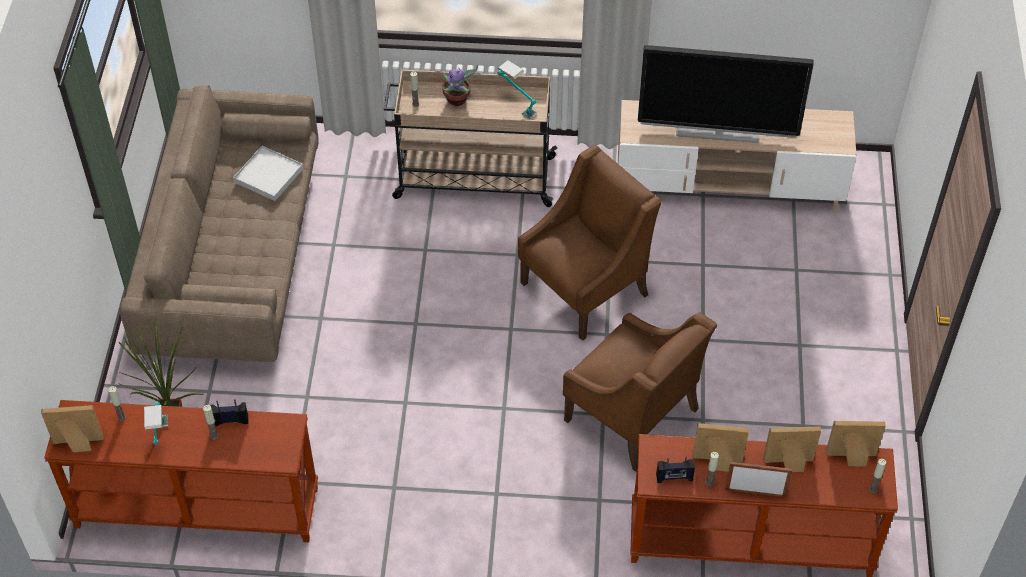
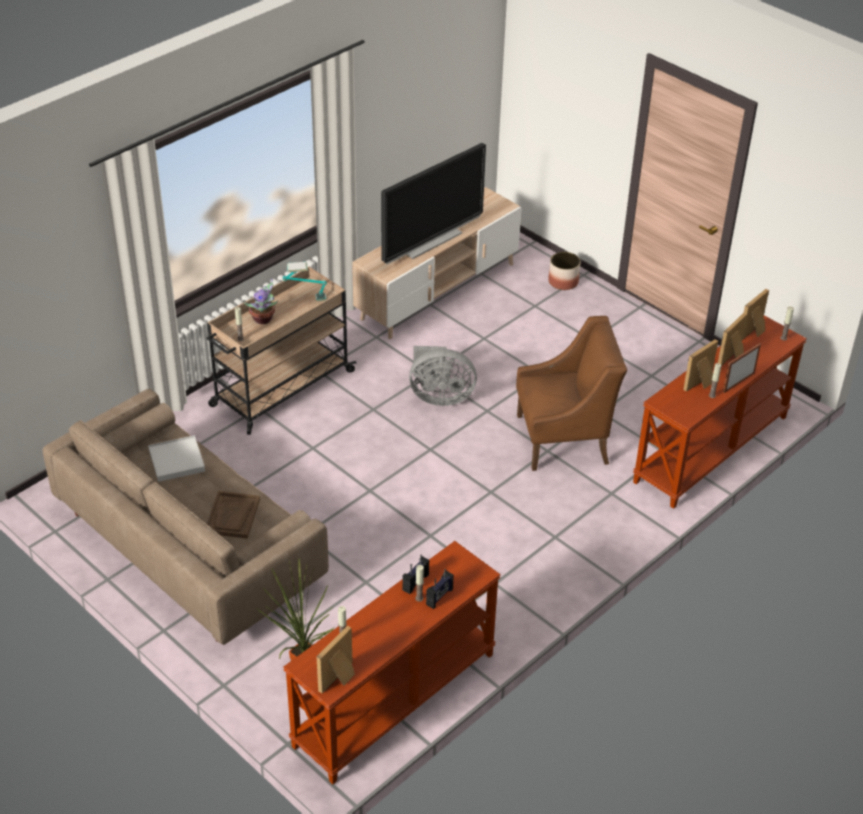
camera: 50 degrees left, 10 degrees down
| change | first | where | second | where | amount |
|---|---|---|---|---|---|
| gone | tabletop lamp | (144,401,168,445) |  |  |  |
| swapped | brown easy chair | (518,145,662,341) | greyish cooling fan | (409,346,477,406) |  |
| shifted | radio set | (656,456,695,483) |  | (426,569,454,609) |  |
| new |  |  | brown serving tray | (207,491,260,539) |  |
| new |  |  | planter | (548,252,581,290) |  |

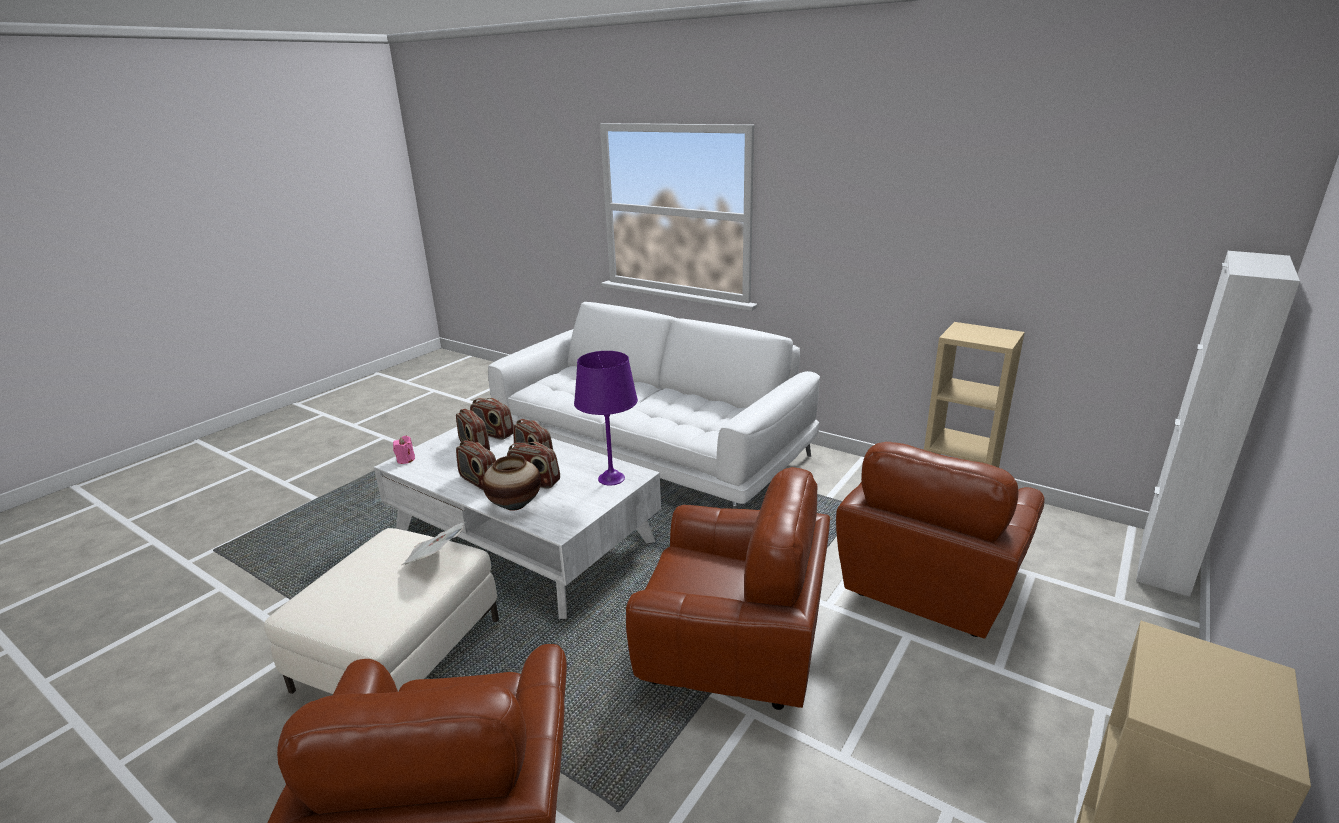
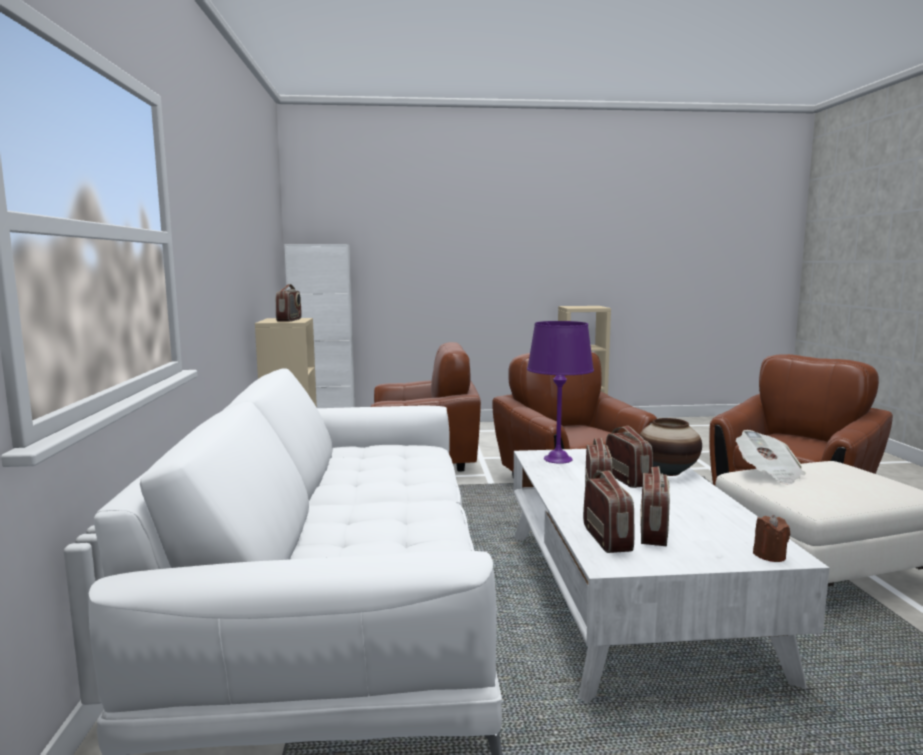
camera: 130 degrees left, 15 degrees down
| change | first | where | second | where | amount |
|---|---|---|---|---|---|
| repainted | pink-coloured candle | (393,436,415,464) | brown candle | (753,515,790,562) |  |
| shifted | radio set | (456,440,496,491) |  | (276,284,302,322) |  |

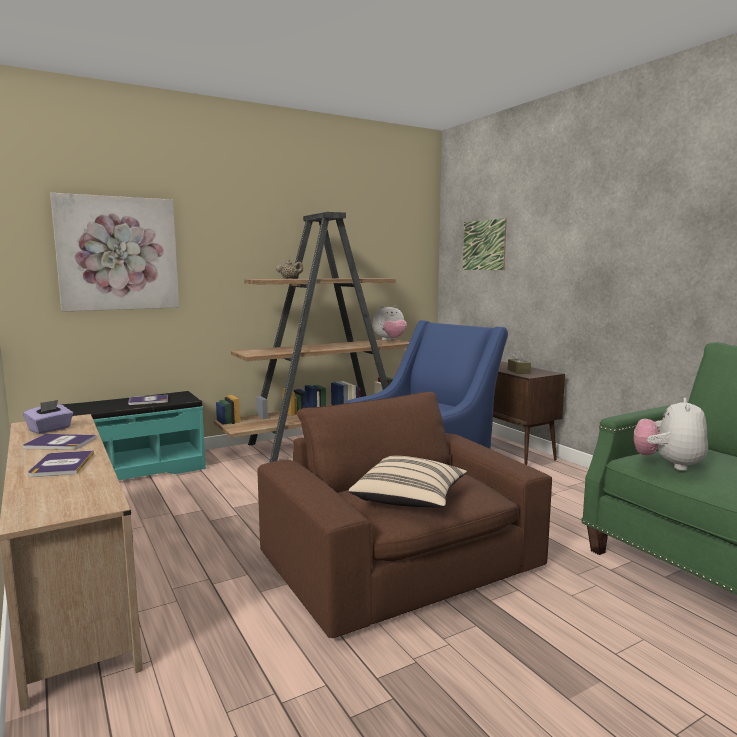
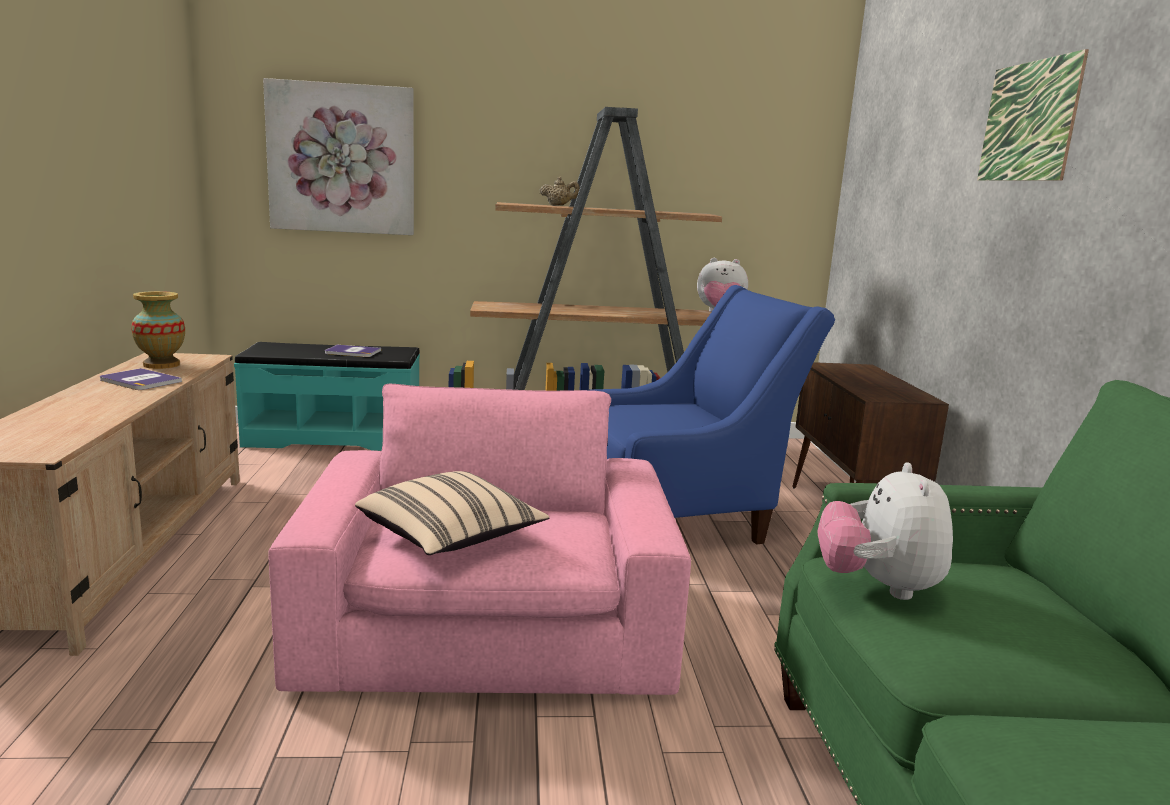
camera: 25 degrees right, 5 degrees up
| change | first | where | second | where | amount |
|---|---|---|---|---|---|
| swapped | purple-coloured tissue holder | (23,400,73,434) | flower vase | (131,291,185,369) |  |
| gone | book | (28,450,94,477) |  |  |  |
| repainted | brown easy chair | (257,392,552,638) | pink-coloured easy chair | (268,384,691,695) |  |
| shifted | wall art | (463,218,507,270) |  | (977,49,1089,181) |  |
| gone | brown tissue holder | (508,350,531,374) |  |  |  |
| rotated | plush toy | (634,398,708,471) |  | (818,462,953,600) | 45 degrees counterclockwise |

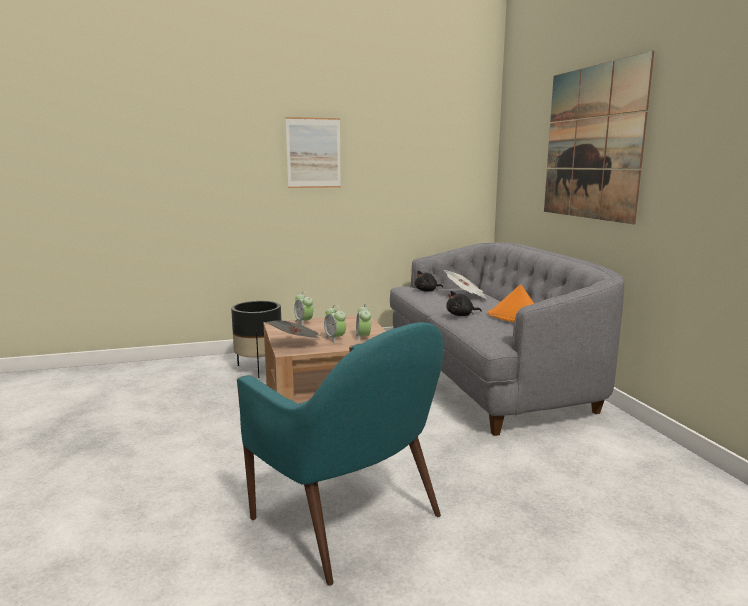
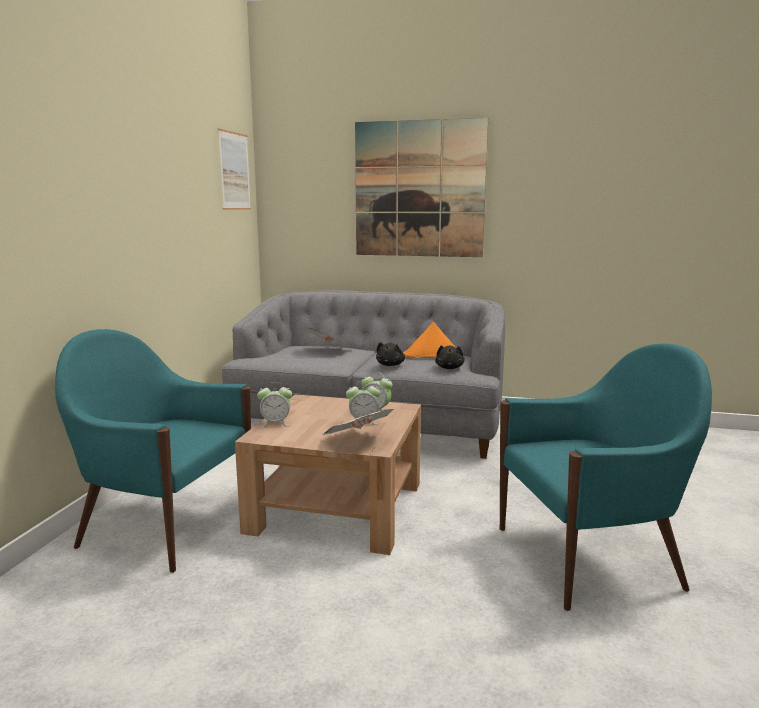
camera: 60 degrees left, 0 degrees up
| change | first | where | second | where | amount |
|---|---|---|---|---|---|
| swapped | blackish planter | (231,301,281,378) | turquoise-coloured easy chair | (55,329,251,573) |  |
| shifted | wall art | (286,117,341,188) |  | (218,128,251,210) |  |
| shifted | blackish plush toy | (415,271,443,291) |  | (435,345,465,369) |  |

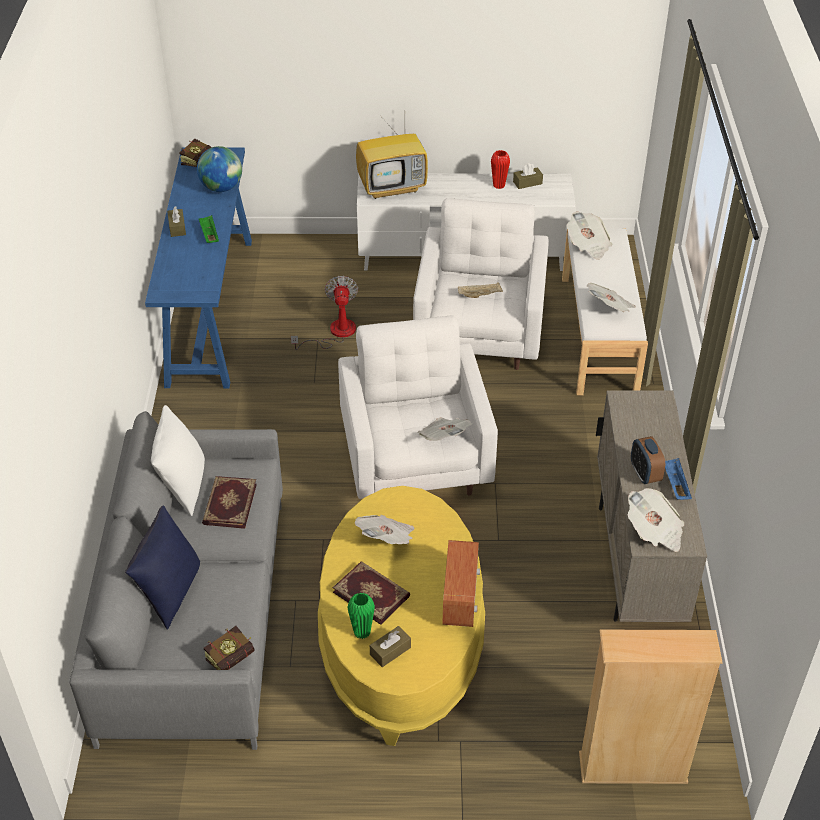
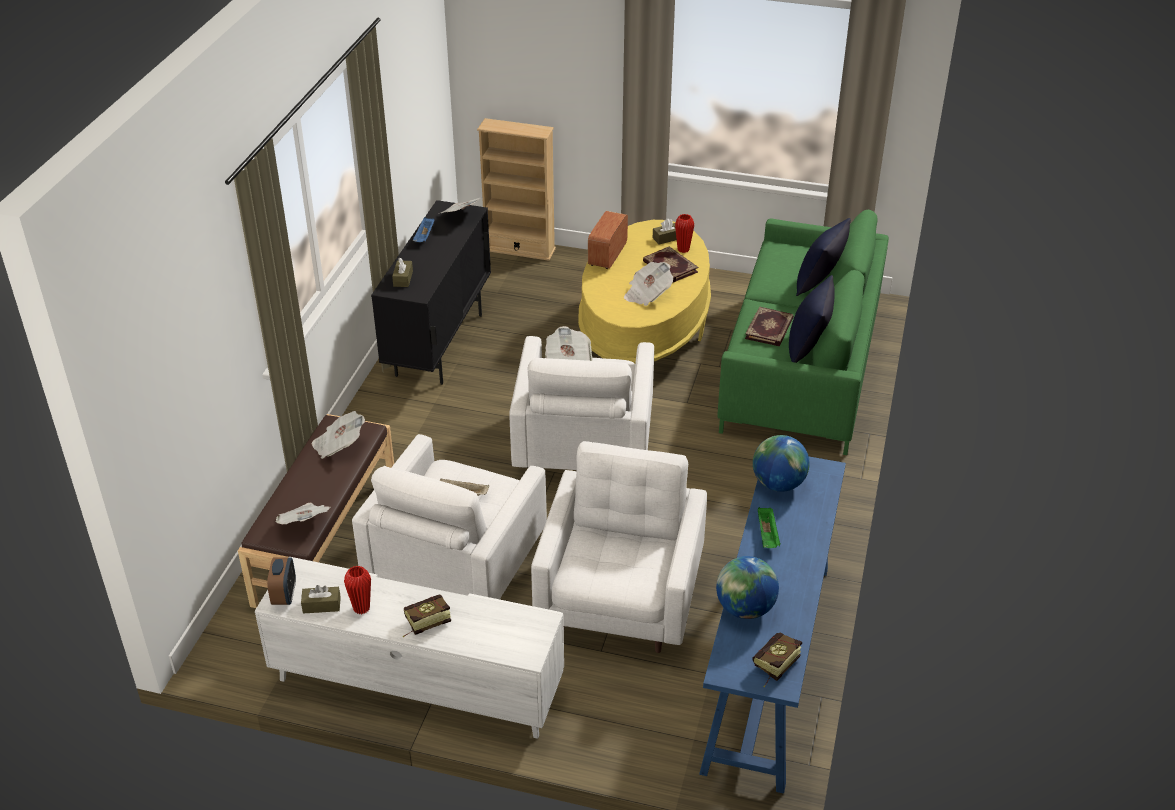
camera: 165 degrees left, 5 degrees down
| change | first | where | second | where | amount |
|---|---|---|---|---|---|
| repainted | greyish settee | (69,411,283,750) | green settee | (717,210,889,455) |  |
| repainted | white-coloured throw pillow | (151,405,205,516) | bluish throw pillow | (789,275,835,363) |  |
| shifted | brown tissue holder | (167,207,186,237) |  | (392,258,413,287) |  |
| shifted | book | (204,626,255,670) |  | (403,595,451,637) |  |
| swapped | cooling fan | (291,276,358,350) | white-coloured easy chair | (531,441,707,653) |  |
| repainted | green flower vase | (347,592,375,639) | red flower vase | (675,214,694,253) |  |
| gone | TV | (356,113,428,199) |  |  |  |
| repainted | white-coloured bench | (562,228,648,395) | brown bench | (238,414,394,608) |  |
| repainted | beige-coloured storage cabinet | (596,390,707,622) | blackish storage cabinet | (371,200,491,385) |  |
| shifted | bedside clock | (631,436,665,484) |  | (267,557,296,605) |  |
| new |  |  | desk globe | (753,435,810,492) |  |

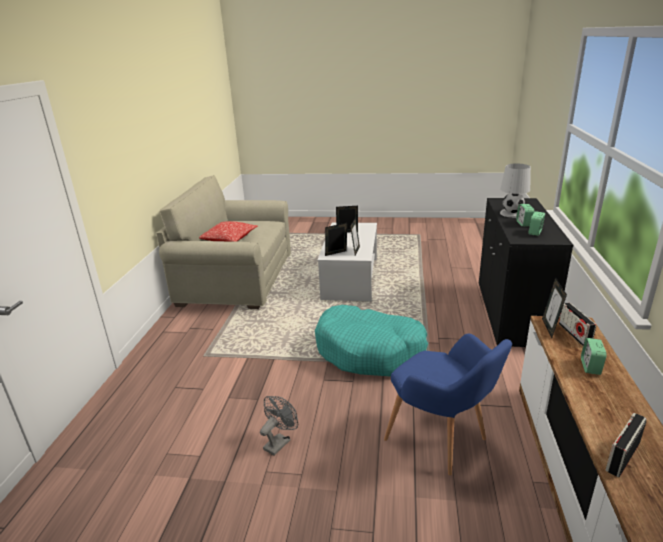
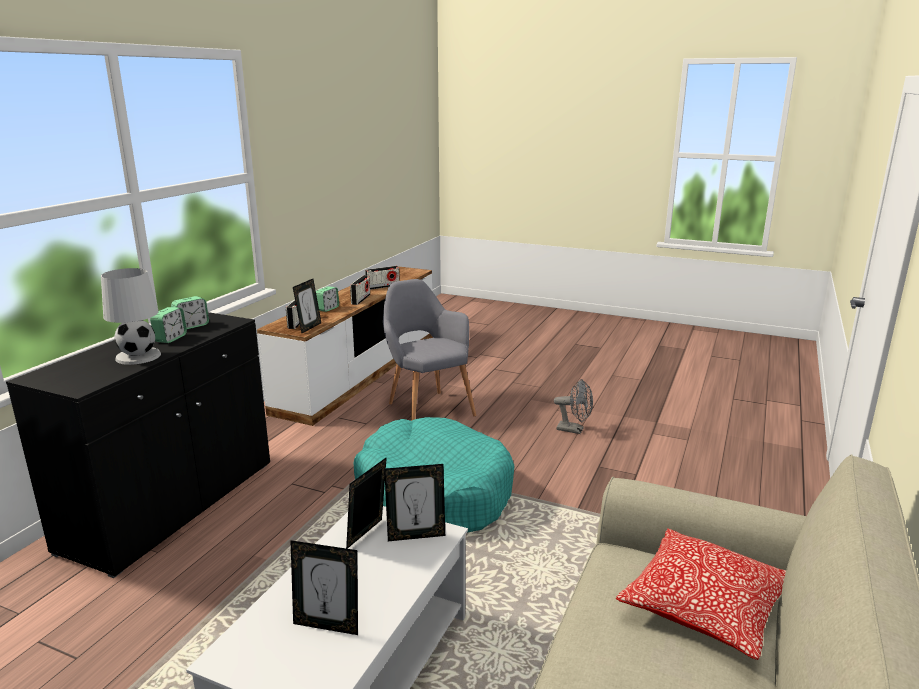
camera: 165 degrees left, 5 degrees down
| change | first | where | second | where | amount |
|---|---|---|---|---|---|
| rotated | greyish cooling fan | (260,396,298,456) |  | (554,379,593,434) | 120 degrees counterclockwise |
| repainted | bluish easy chair | (384,334,512,476) | greyish easy chair | (383,279,476,421) |  |
| new |  |  | radio set | (350,275,370,305) |  |

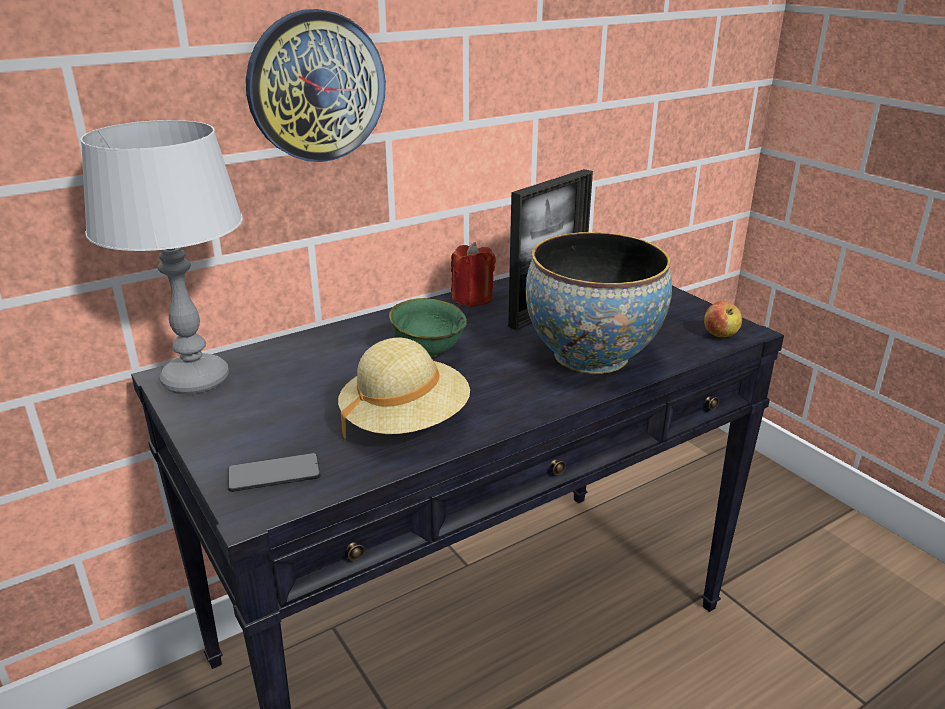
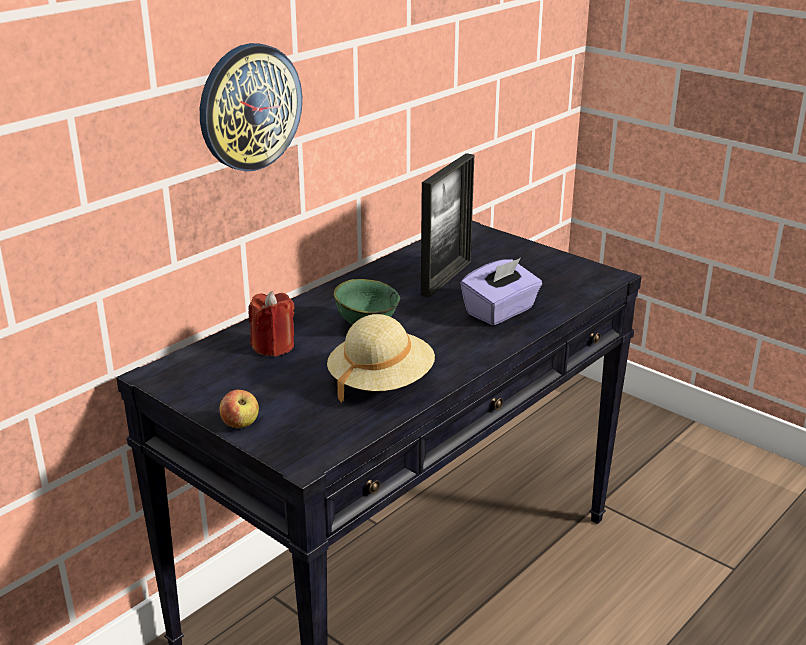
camera: 15 degrees left, 0 degrees up
| change | first | where | second | where | amount |
|---|---|---|---|---|---|
| gone | greyish tabletop lamp | (80,120,243,394) |  |  |  |
| gone | telephone | (228,453,321,492) |  |  |  |
| shifted | red candle | (451,242,496,307) |  | (248,291,294,357) |  |
| swapped | serving bowl | (526,232,672,374) | purple-coloured tissue holder | (460,258,542,325) |  |
| shifted | whole apple | (704,301,742,337) |  | (220,390,259,428) |  |

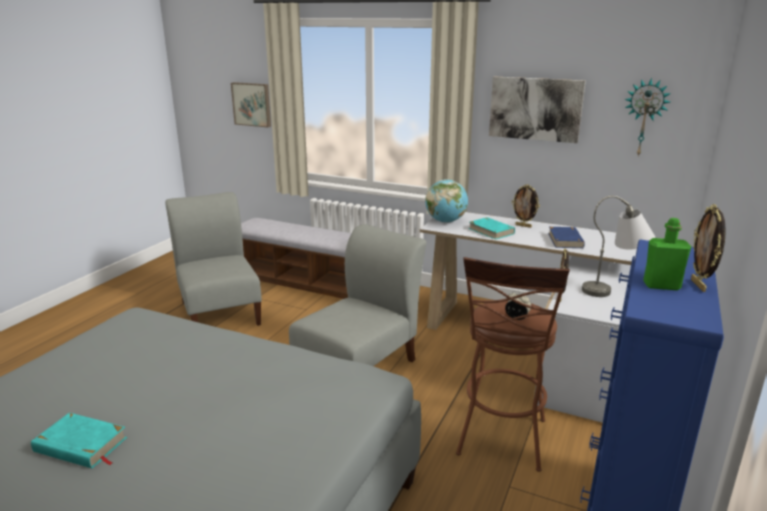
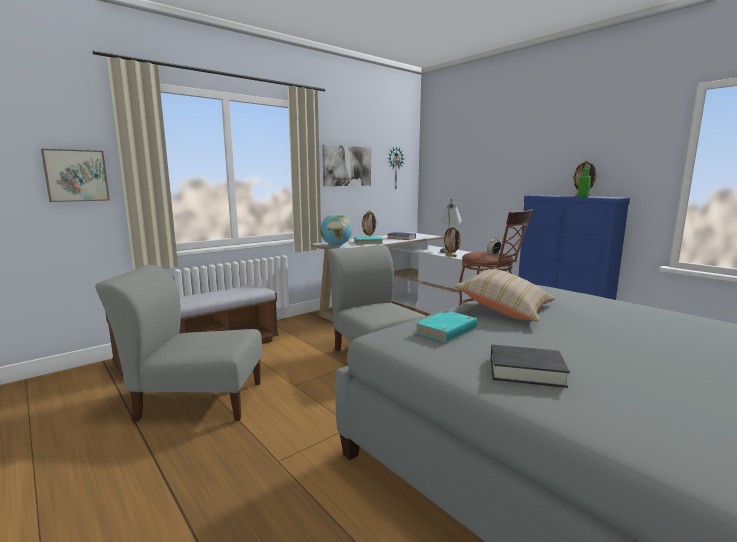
camera: 65 degrees left, 10 degrees down
| change | first | where | second | where | amount |
|---|---|---|---|---|---|
| shifted | turquoise-coloured book | (31,413,127,468) |  | (415,311,477,342) |  |
| new |  |  | beige-coloured throw pillow | (455,269,555,322) |  |
| new |  |  | blackish book | (491,345,570,388) |  |

